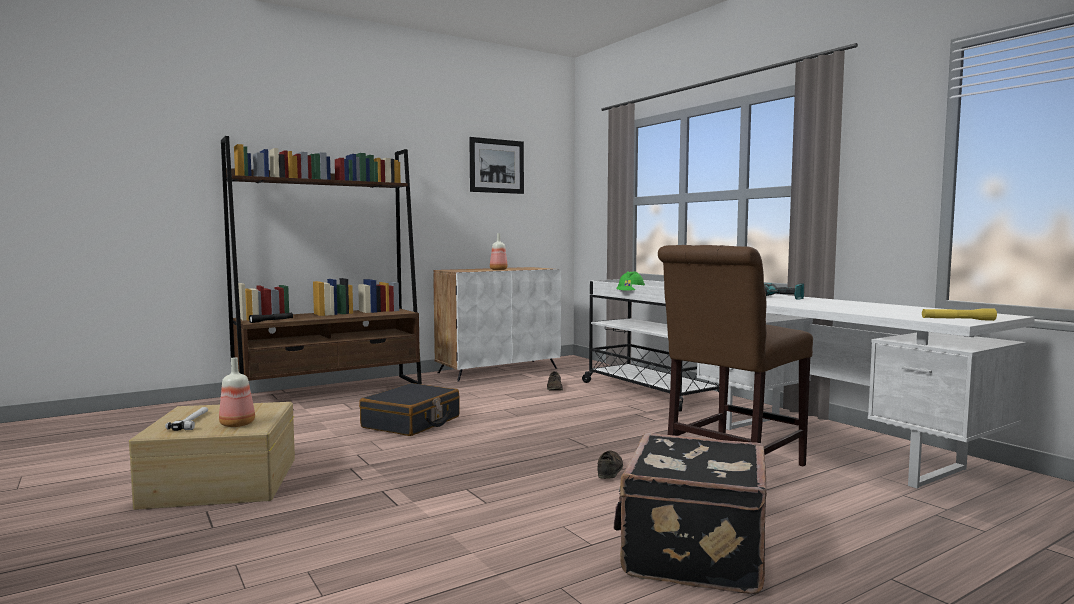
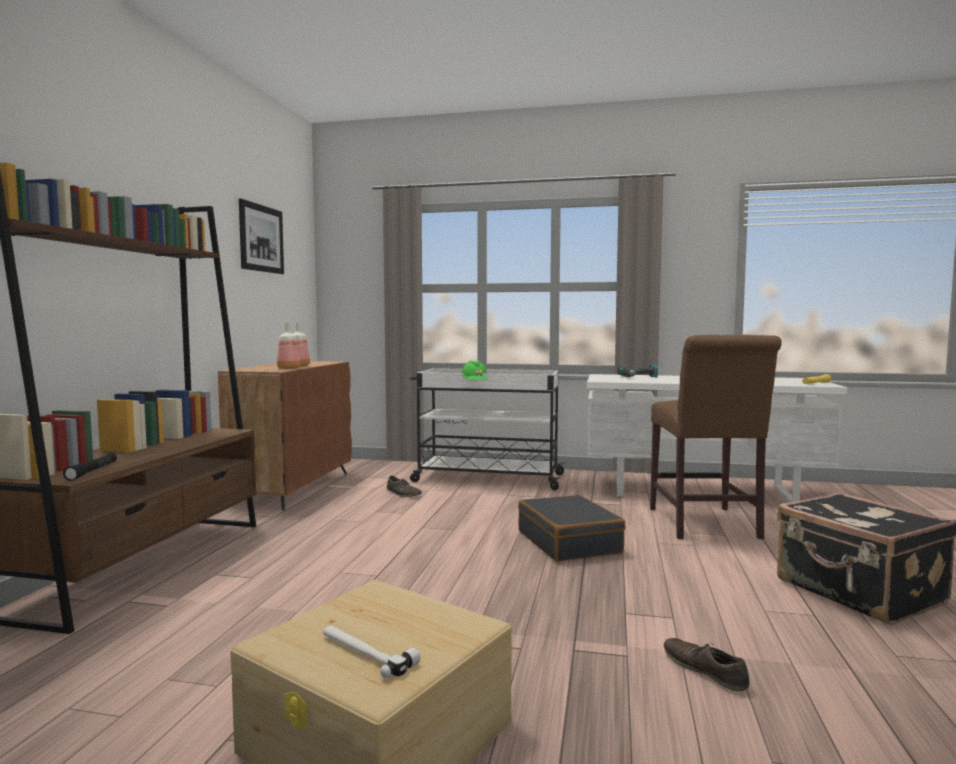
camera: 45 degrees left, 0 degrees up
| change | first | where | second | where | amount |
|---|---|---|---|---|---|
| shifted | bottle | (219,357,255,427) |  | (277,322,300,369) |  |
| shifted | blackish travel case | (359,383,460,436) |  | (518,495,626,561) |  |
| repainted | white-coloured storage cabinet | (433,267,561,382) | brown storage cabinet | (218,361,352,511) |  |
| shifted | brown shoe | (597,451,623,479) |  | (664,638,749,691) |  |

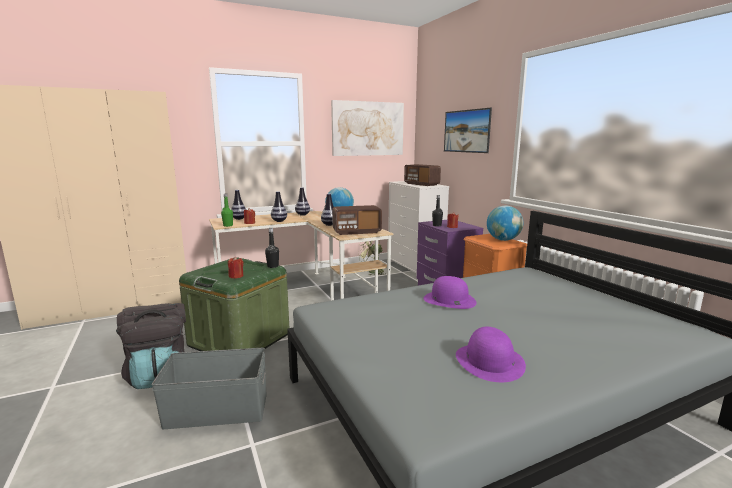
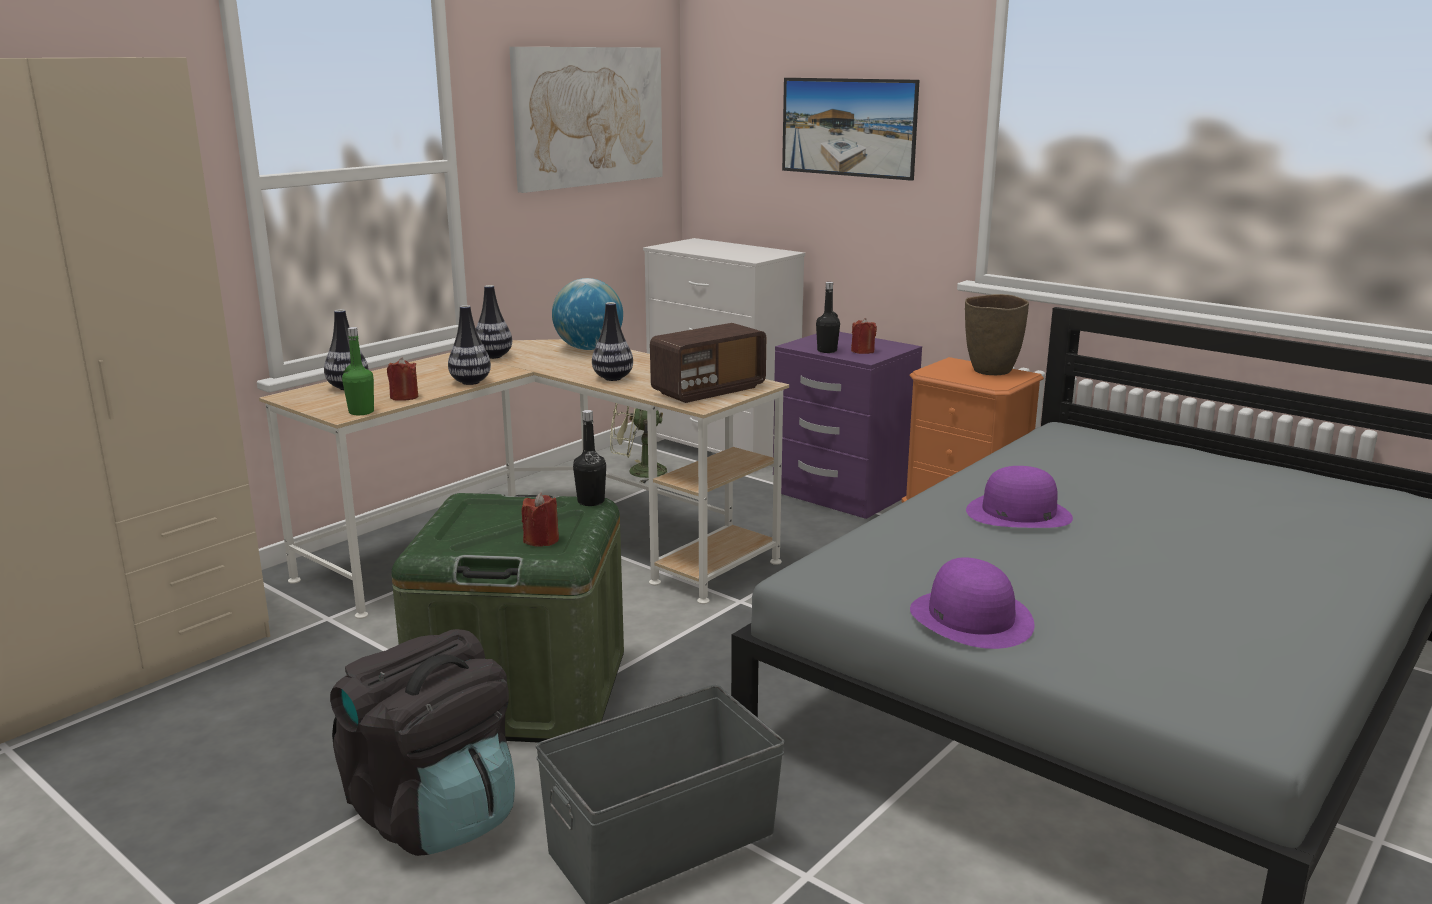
camera: 25 degrees left, 5 degrees up
| change | first | where | second | where | amount |
|---|---|---|---|---|---|
| gone | radio set | (404,164,441,186) |  |  |  |
| shifted | purple-coloured clothing hat | (456,327,526,382) |  | (910,557,1035,649) |  |
| swapped | desk globe | (487,206,523,241) | brown flower vase | (965,294,1029,375) |  |

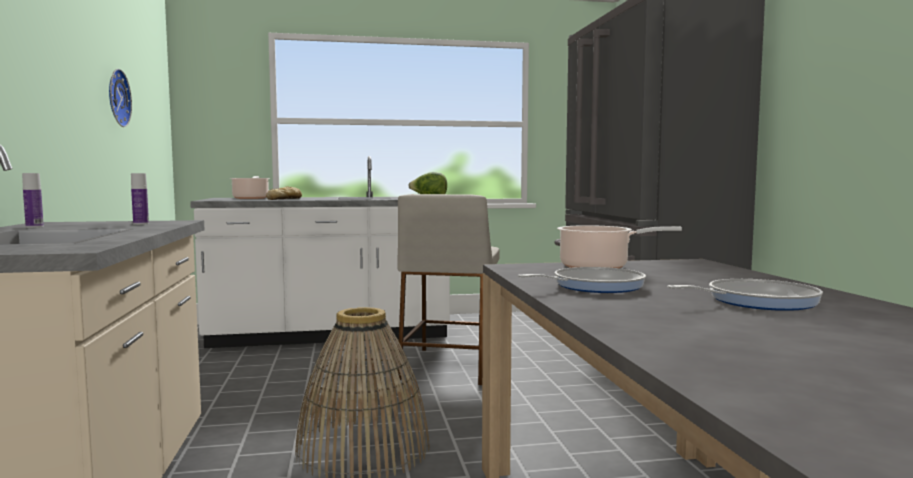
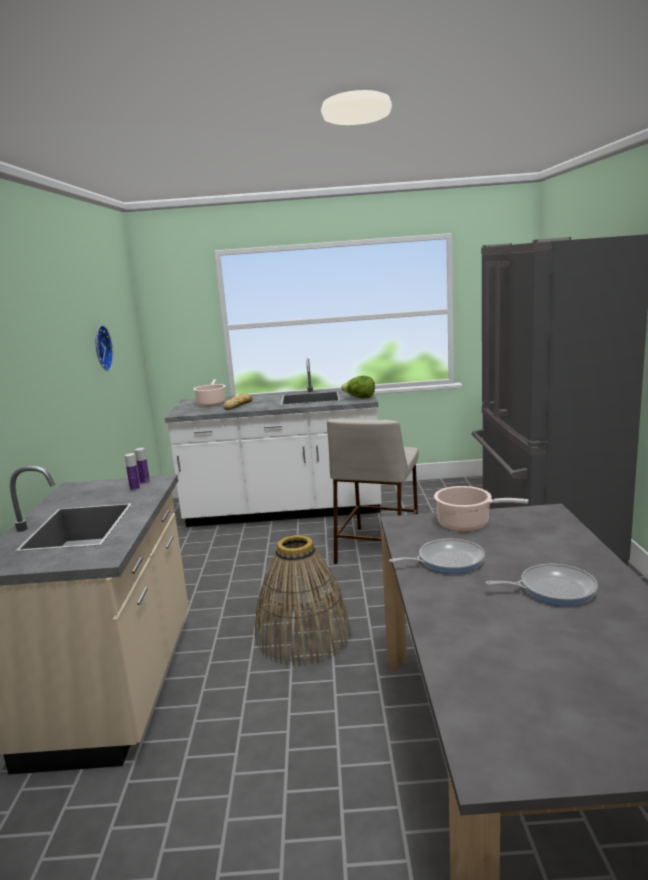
camera: 10 degrees right, 10 degrees up
| change | first | where | second | where | amount |
|---|---|---|---|---|---|
| shifted | bottle | (22,173,44,228) |  | (135,448,150,484) |  |

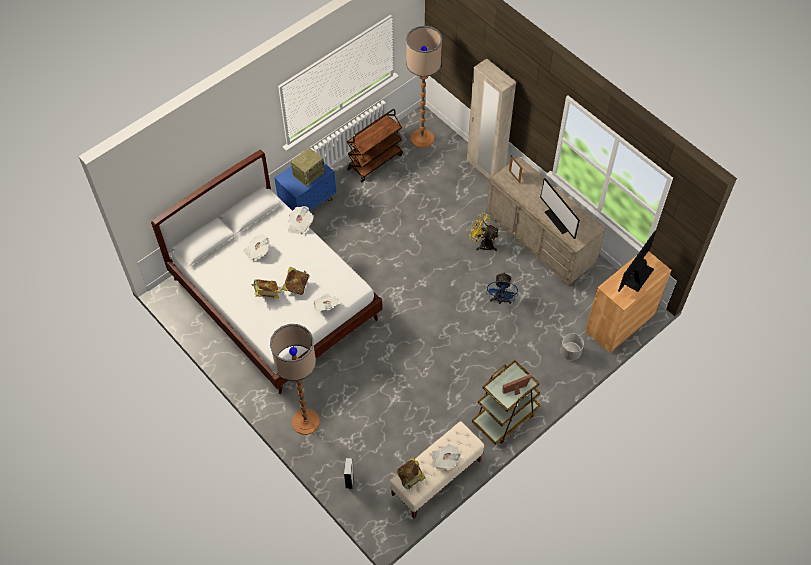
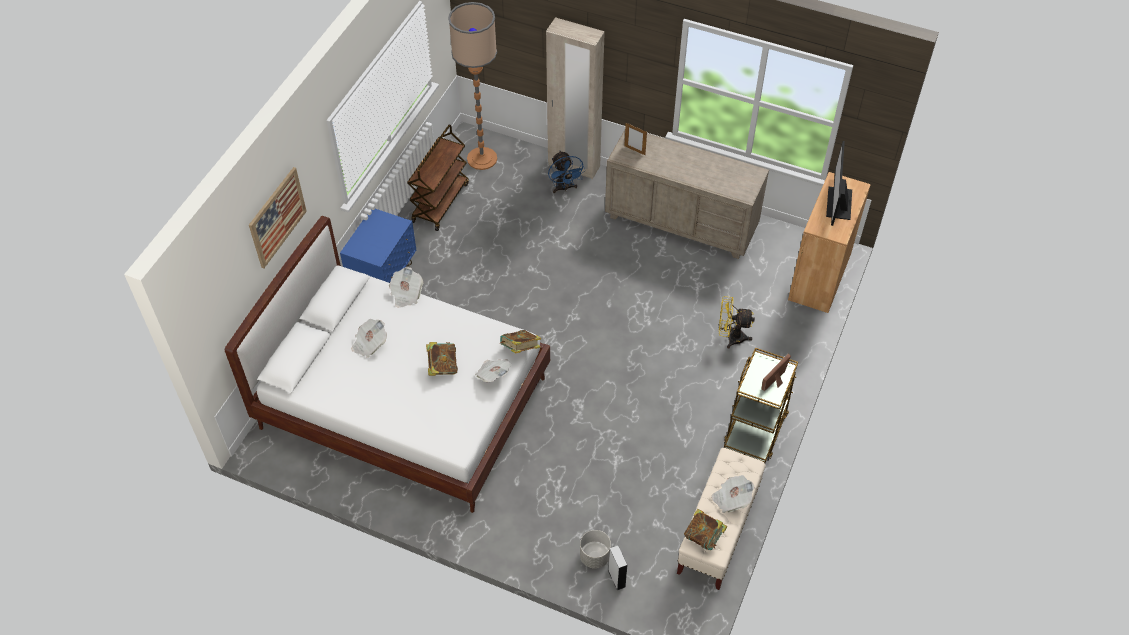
camera: 25 degrees left, 5 degrees down
| change | first | where | second | where | amount |
|---|---|---|---|---|---|
| shifted | book | (252,279,280,298) |  | (499,330,541,354) |  |
| gone | floor lamp | (270,324,320,435) |  |  |  |
| gone | radio set | (291,147,326,187) |  |  |  |
| shifted | yellow-coloured cooling fan | (469,212,499,251) |  | (719,296,755,348) |  |
| shifted | bluish cooling fan | (487,272,518,304) |  | (548,151,585,193) |  |
| gone | computer screen | (540,178,580,239) |  |  |  |
| shifted | greyish planter | (561,333,584,360) |  | (580,530,611,569) |  |
| new |  |  | wall art | (249,167,307,268) |  |

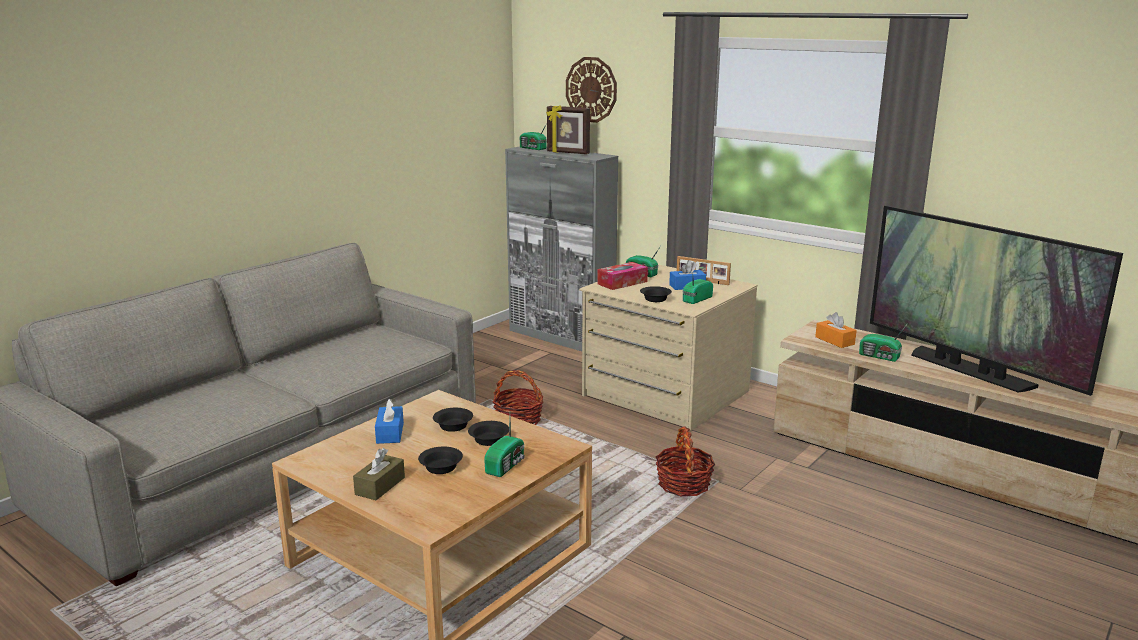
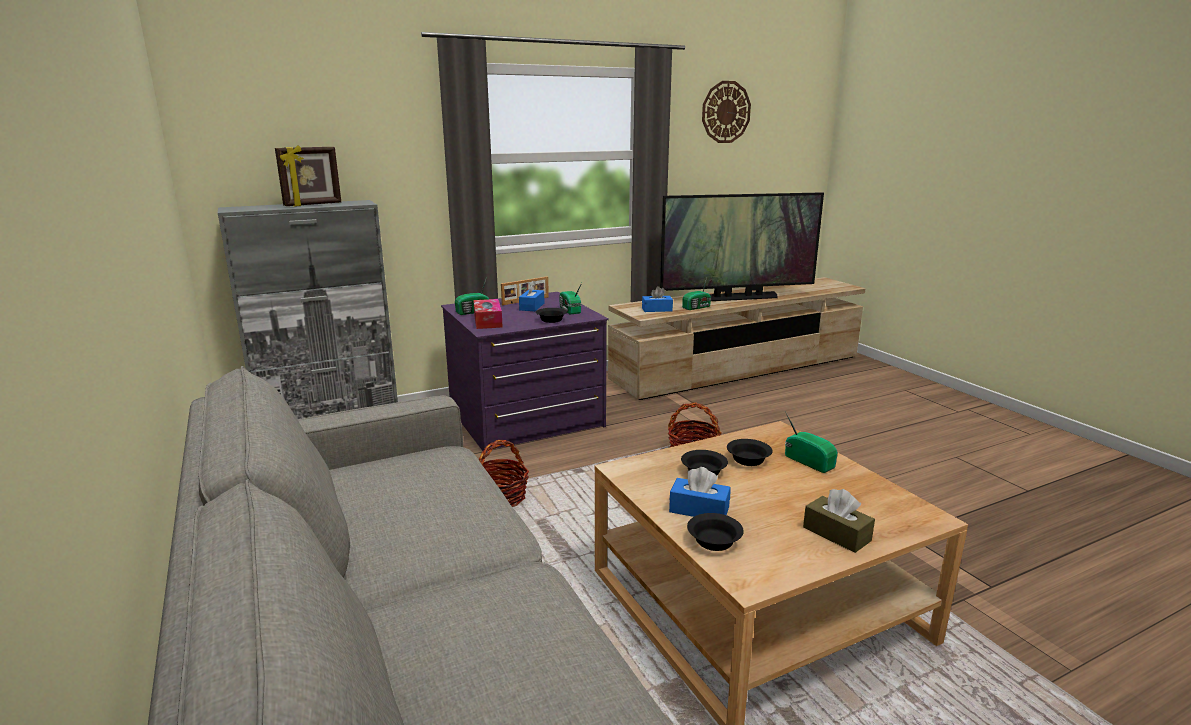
camera: 65 degrees left, 0 degrees up
| change | first | where | second | where | amount |
|---|---|---|---|---|---|
| shifted | blackish serving bowl | (418,447,463,474) |  | (687,513,744,551) |  |
| gone | radio set | (520,124,547,150) |  |  |  |
| shifted | wall clock | (566,57,617,123) |  | (702,81,751,143) |  |
| repainted | beige-coloured dresser | (579,264,757,431) | purple-coloured dresser | (441,292,609,453) |  |
| repainted | orangey tissue holder | (815,312,857,348) | bluish tissue holder | (642,286,673,312) |  |

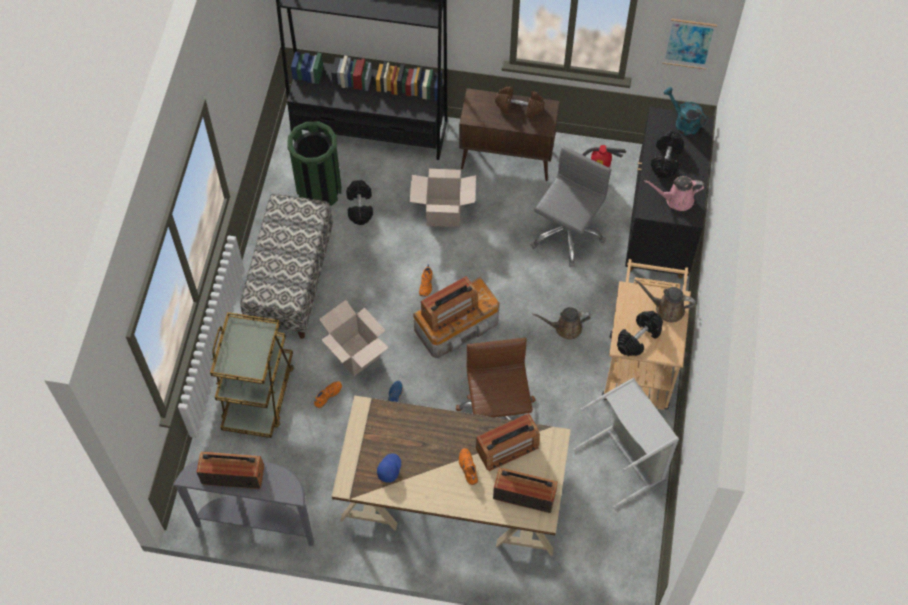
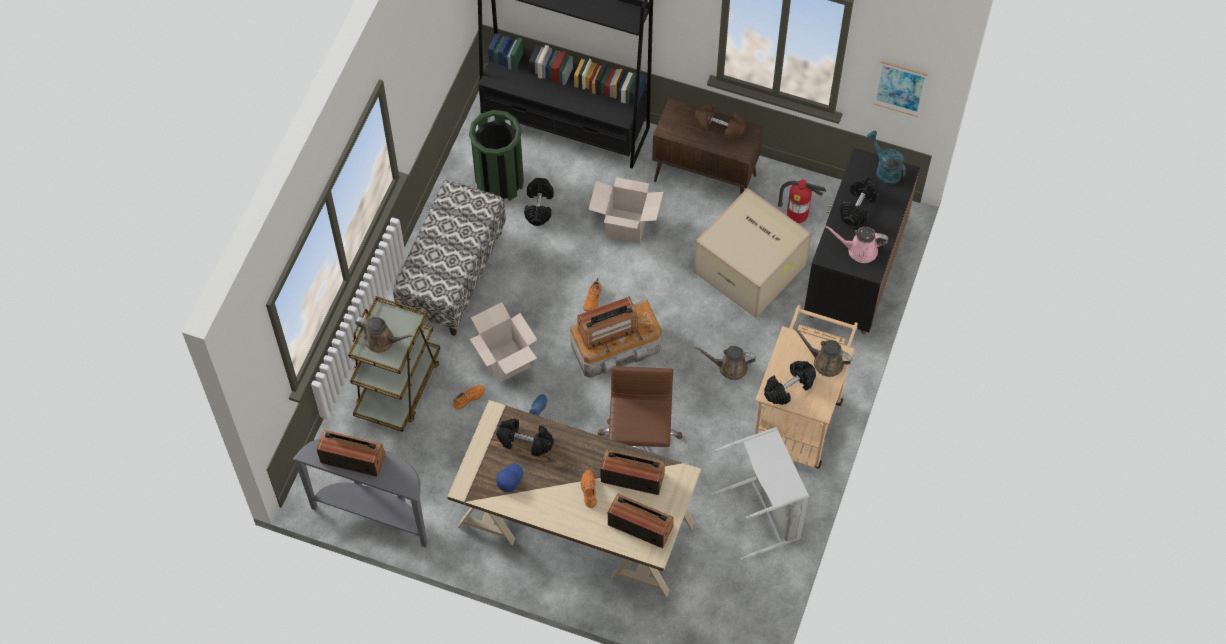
camera: 10 degrees right, 0 degrees up
| change | first | where | second | where | amount |
|---|---|---|---|---|---|
| rotated | radio set | (476,413,540,471) |  | (601,449,665,495) | 150 degrees counterclockwise |
| swapped | greyish desk chair | (531,146,611,267) | packing box | (693,188,812,318) |  |
| new |  |  | brown watering pot | (355,317,415,353) |  |
| new |  |  | blackish hand weight | (496,418,554,456) |  |

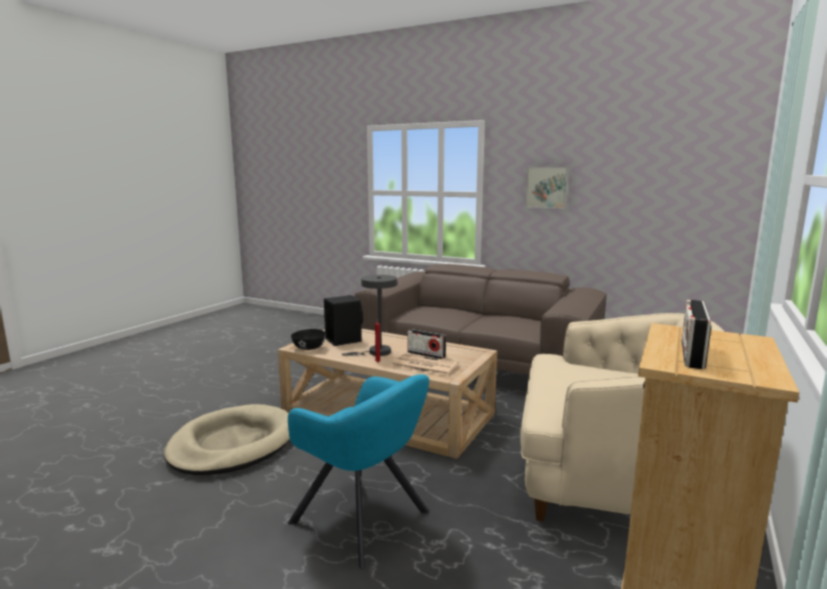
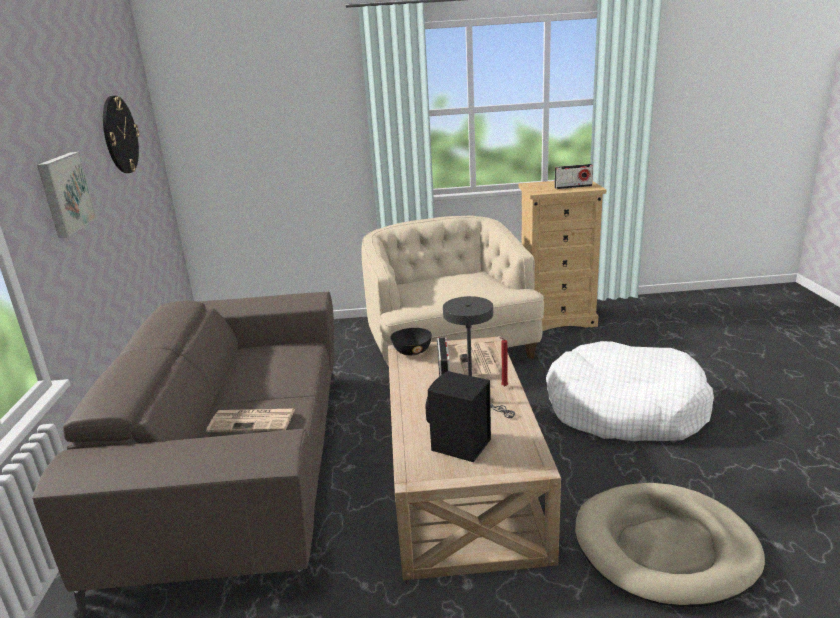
camera: 120 degrees left, 10 degrees up
| change | first | where | second | where | amount |
|---|---|---|---|---|---|
| swapped | turquoise-coloured easy chair | (288,374,429,569) | white-coloured dog cushion | (546,341,714,441) |  |
| shifted | blackish serving bowl | (291,329,326,350) |  | (390,328,432,355) |  |
| new |  |  | wall clock | (103,96,139,173) |  |
| new |  |  | printed paper | (206,409,295,432) |  |

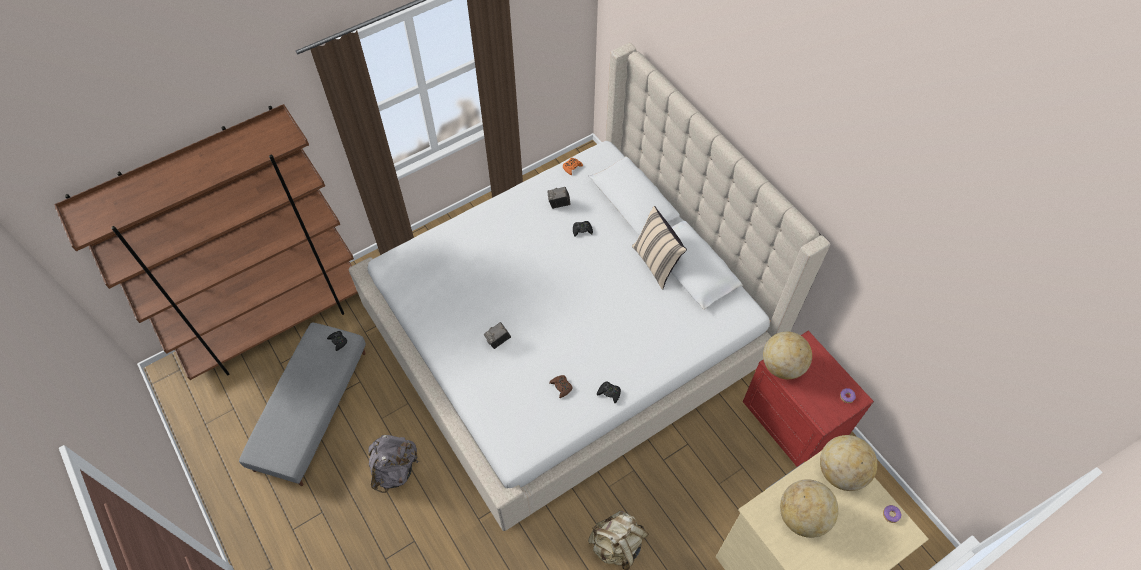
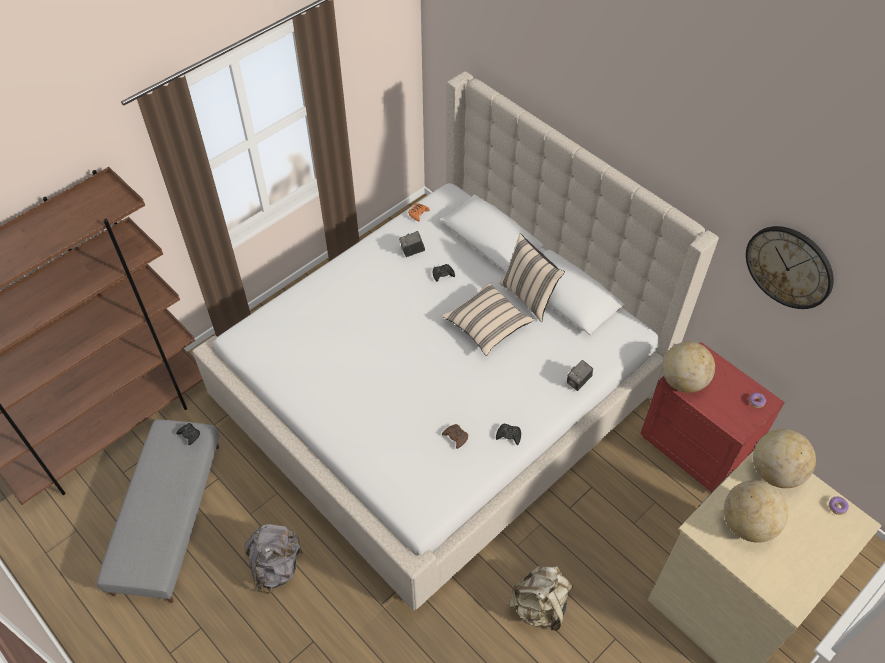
camera: 10 degrees left, 5 degrees down
| change | first | where | second | where | amount |
|---|---|---|---|---|---|
| shifted | still camera | (484,322,511,349) |  | (567,360,593,391) |  |
| new |  |  | beige-coloured throw pillow | (442,282,534,356) |  |
| new |  |  | wall clock | (746,226,834,309) |  |

